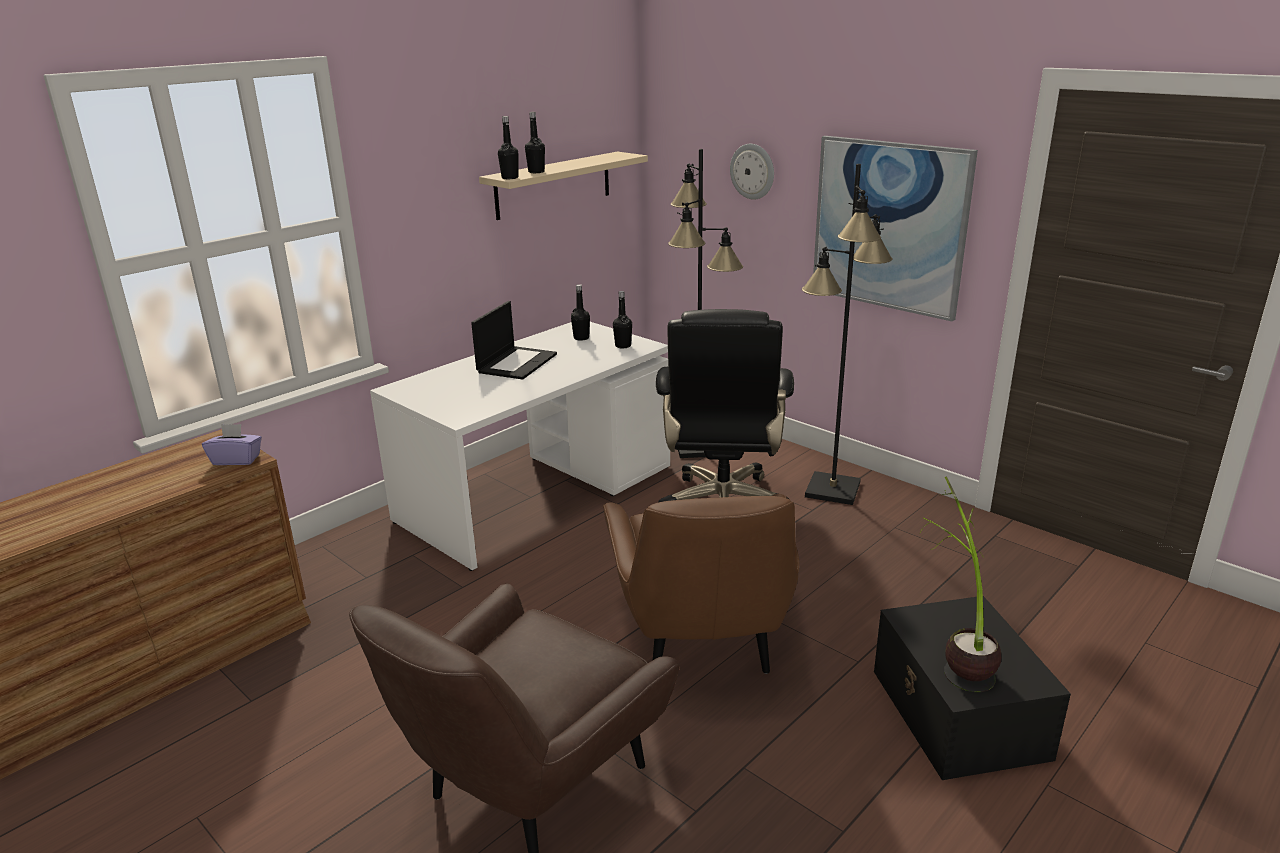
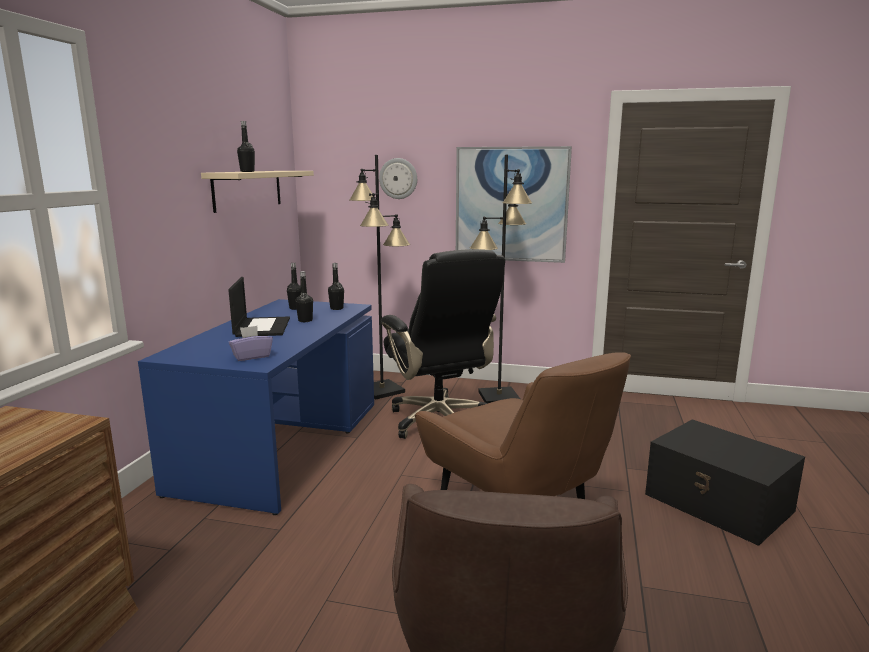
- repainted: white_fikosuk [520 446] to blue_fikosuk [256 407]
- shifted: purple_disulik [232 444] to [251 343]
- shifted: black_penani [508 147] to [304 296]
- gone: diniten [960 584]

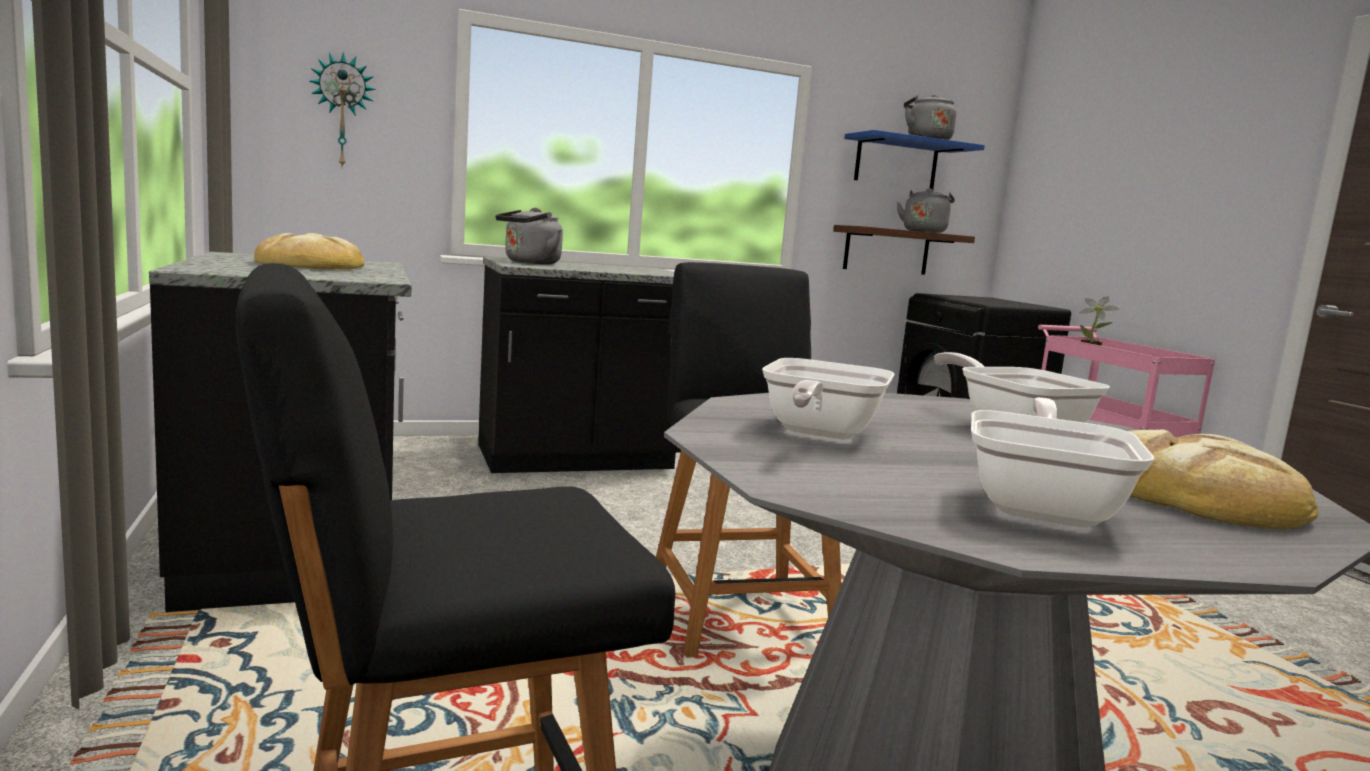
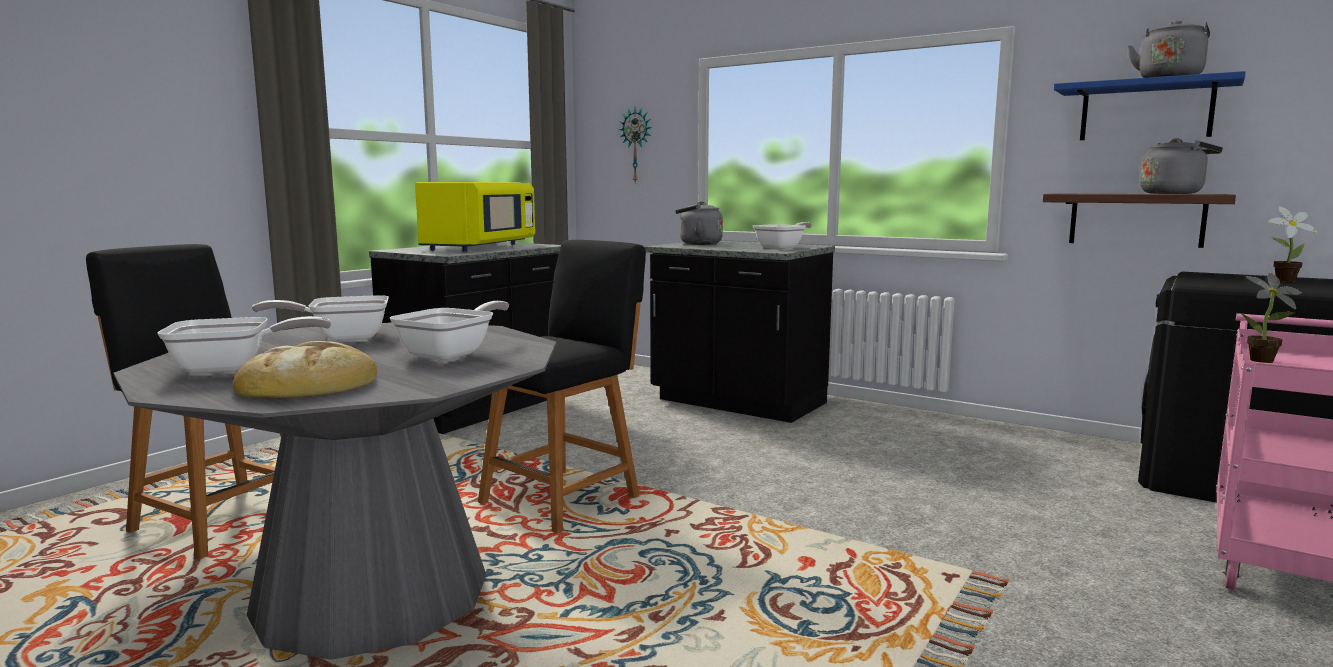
- swapped: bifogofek [309 251] to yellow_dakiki [475 217]
- new: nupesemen [782 235]
- new: diniten [1292 244]

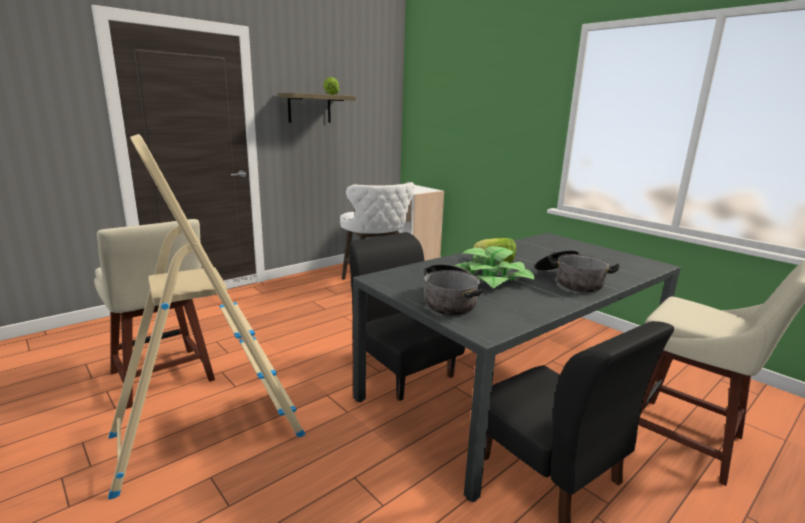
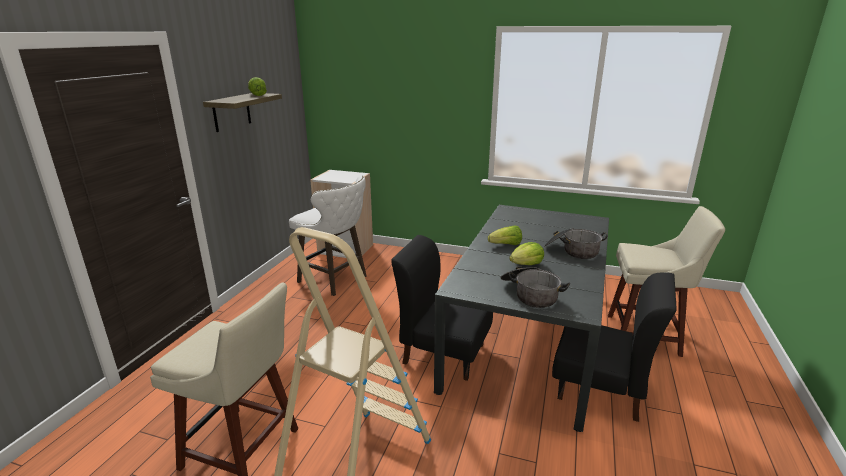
- swapped: diniten [495 267] to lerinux [526 253]

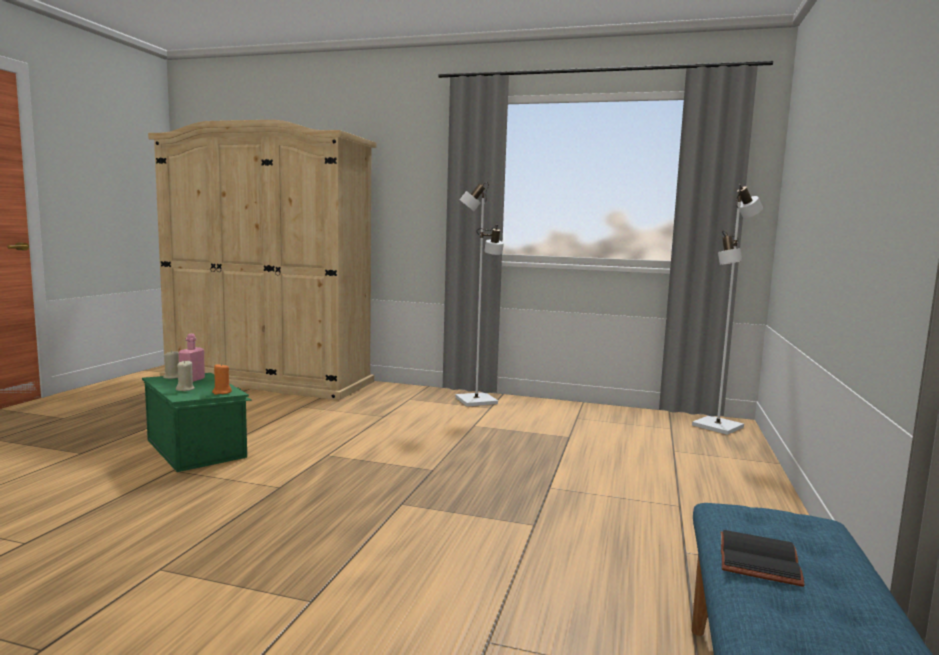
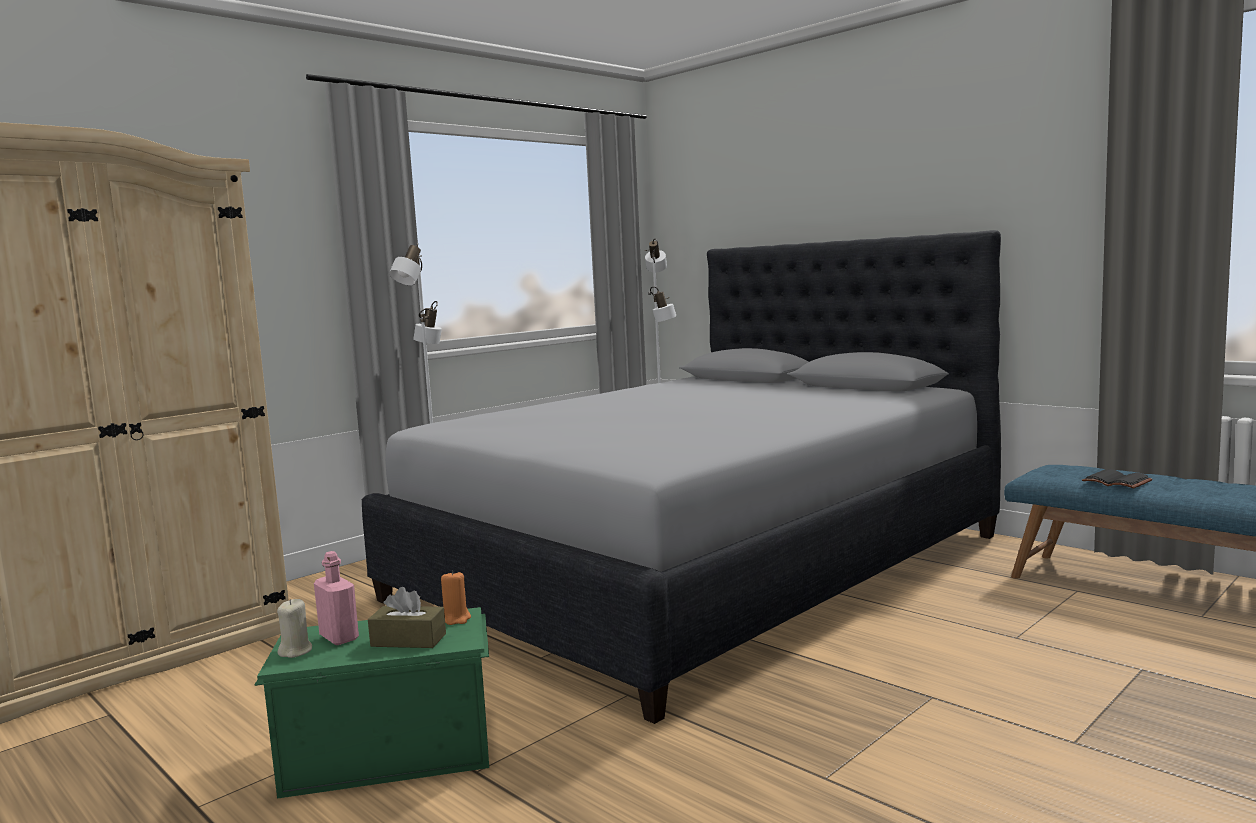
- new: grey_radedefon [681 477]
- swapped: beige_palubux [185 375] to brown_disulik [407 617]

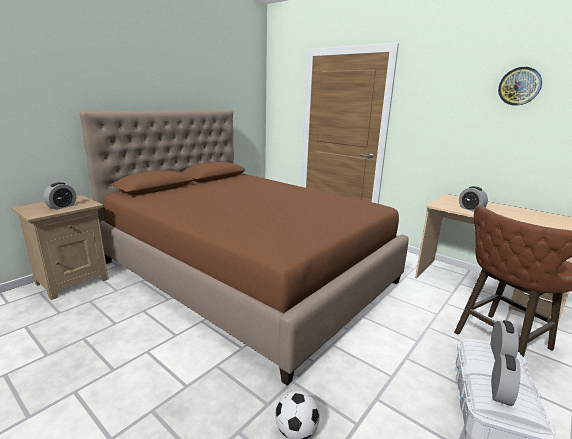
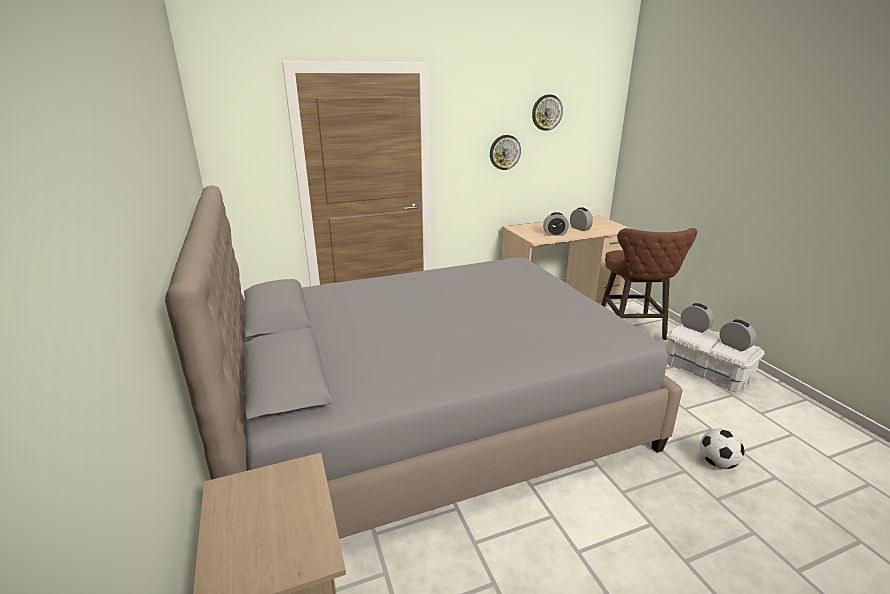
- repainted: brown_radedefon [244 248] to grey_radedefon [424 362]
- new: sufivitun [505 152]
- shifted: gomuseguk [60 196] to [581 219]

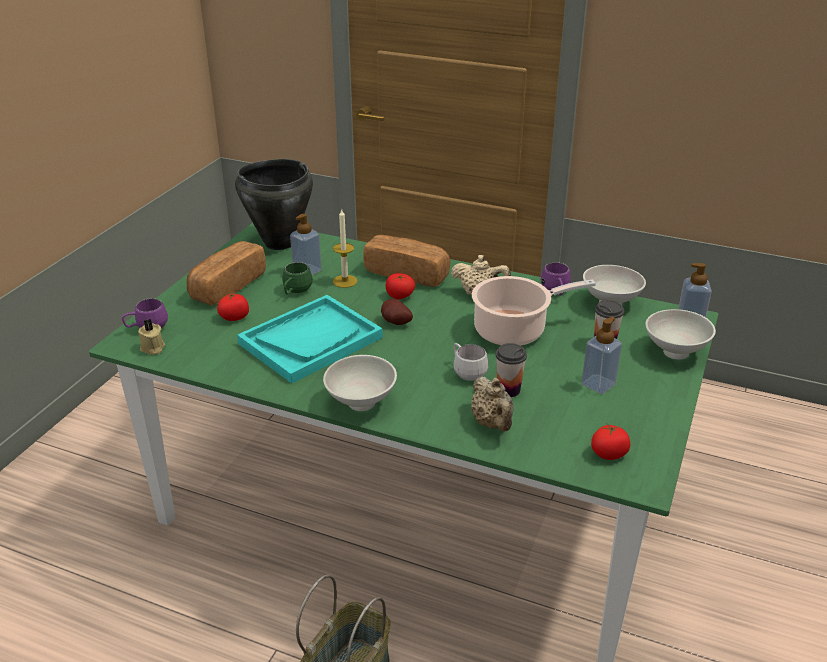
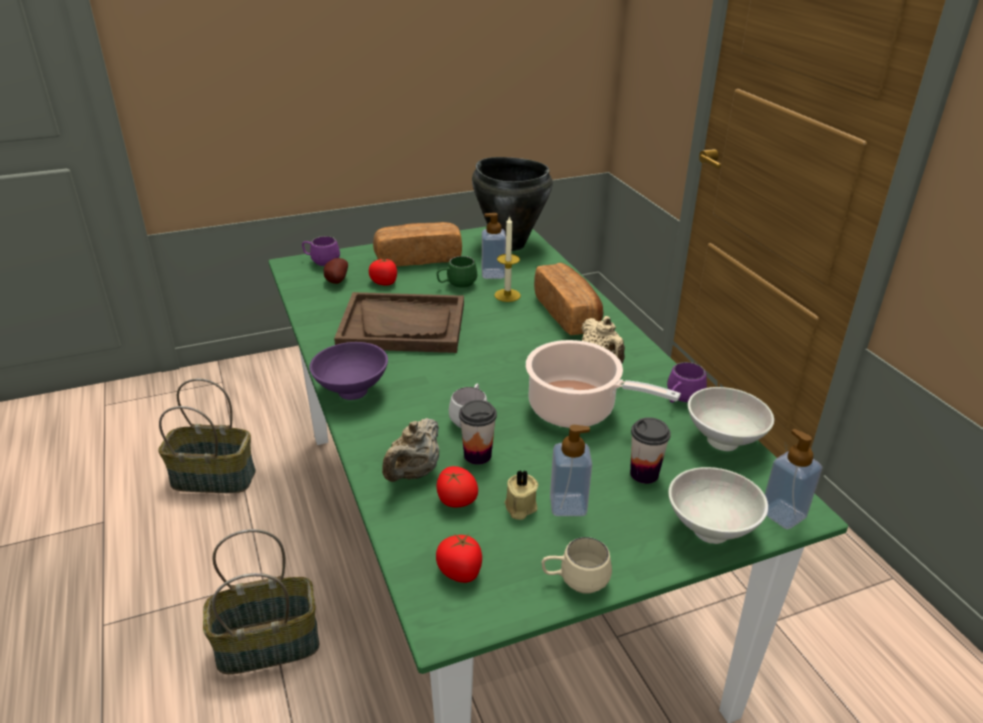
- new: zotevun [207 435]
- repainted: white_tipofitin [360 383] to purple_tipofitin [348 371]
- shifted: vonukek [397 312] to [335 271]
- repainted: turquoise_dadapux [310 339] to brown_dadapux [399 322]
- shifted: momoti [400 286] to [457 486]
- shifted: beige_palubux [151 337] to [521 495]
- new: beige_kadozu [577 565]

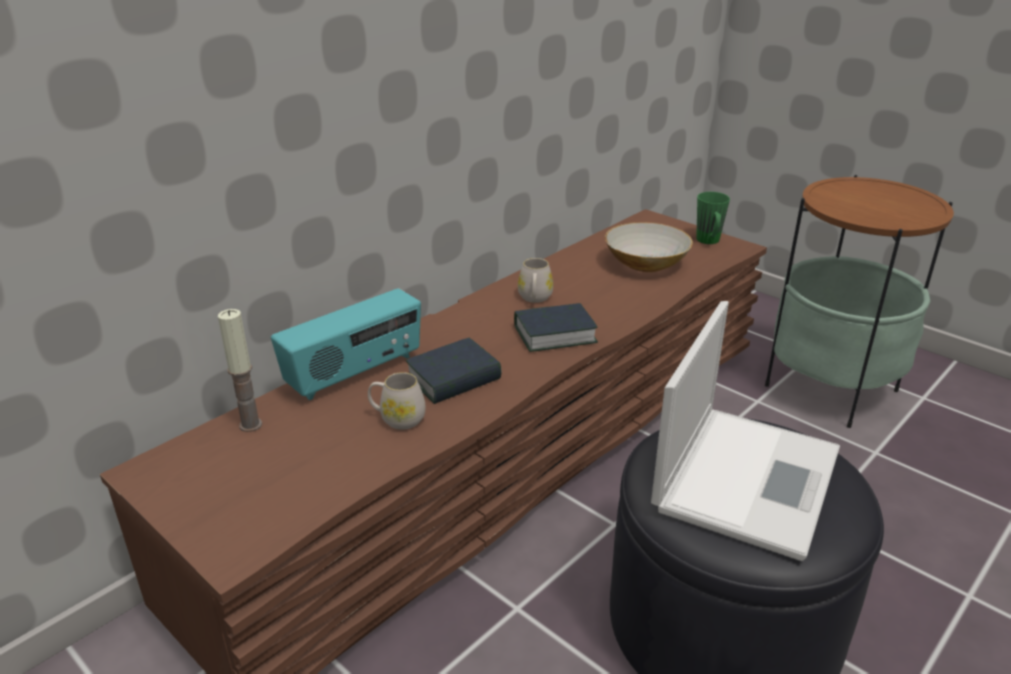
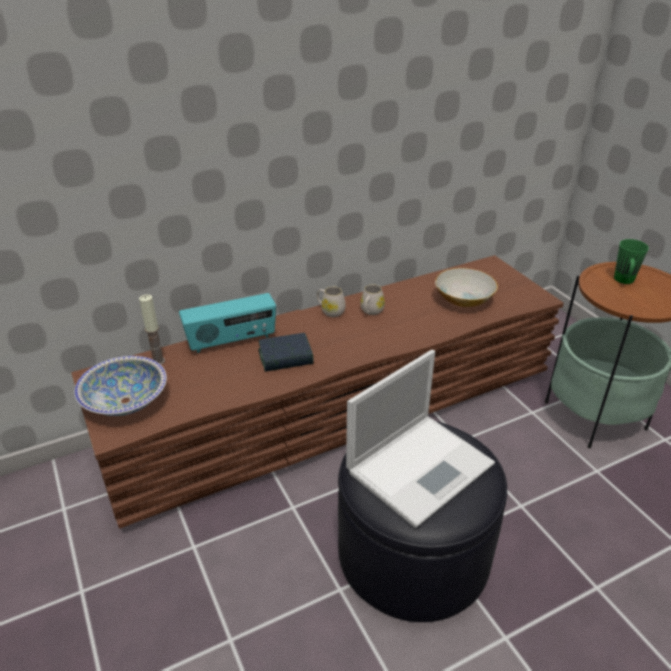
- new: tipofitin [120 386]
- shifted: white_kadozu [397 401] to [331 302]
- shifted: green_kadozu [713 218] to [631 261]
- gone: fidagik [556 327]

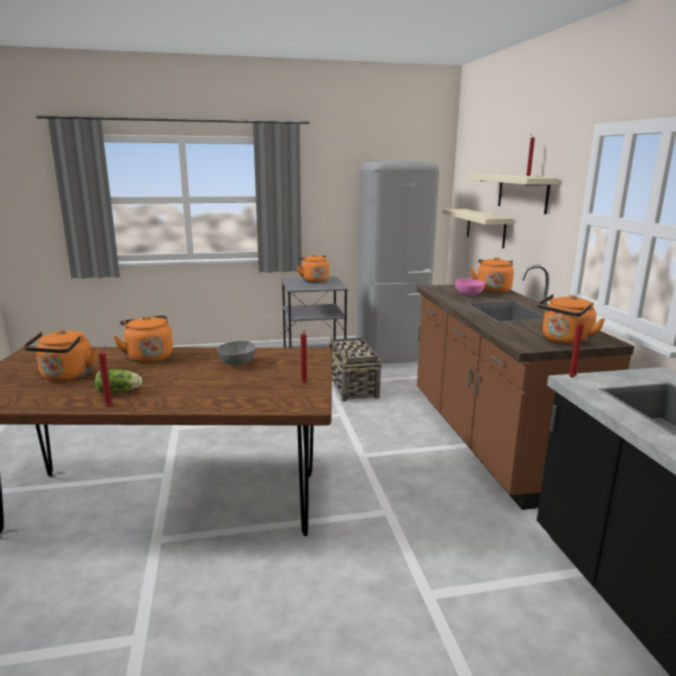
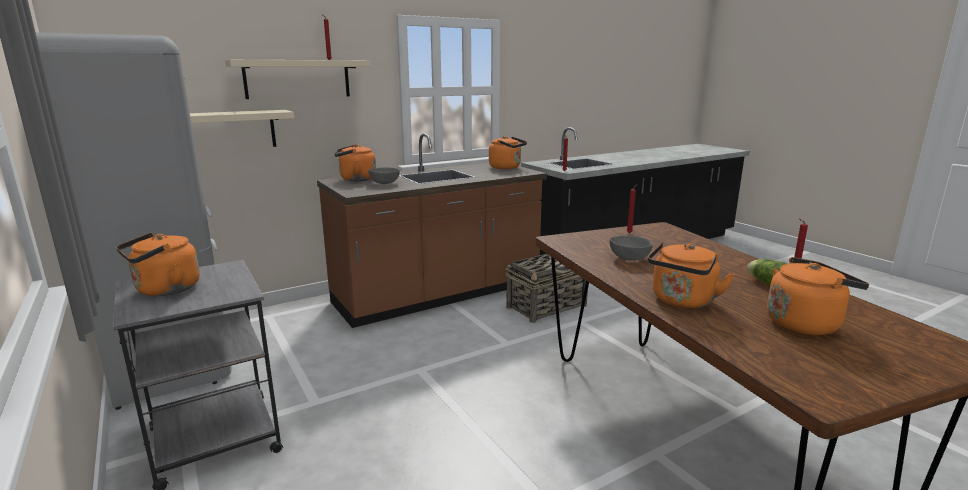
- repainted: pink_tipofitin [470 287] to grey_tipofitin [384 175]
- shifted: zotevun [354 369] to [547 288]

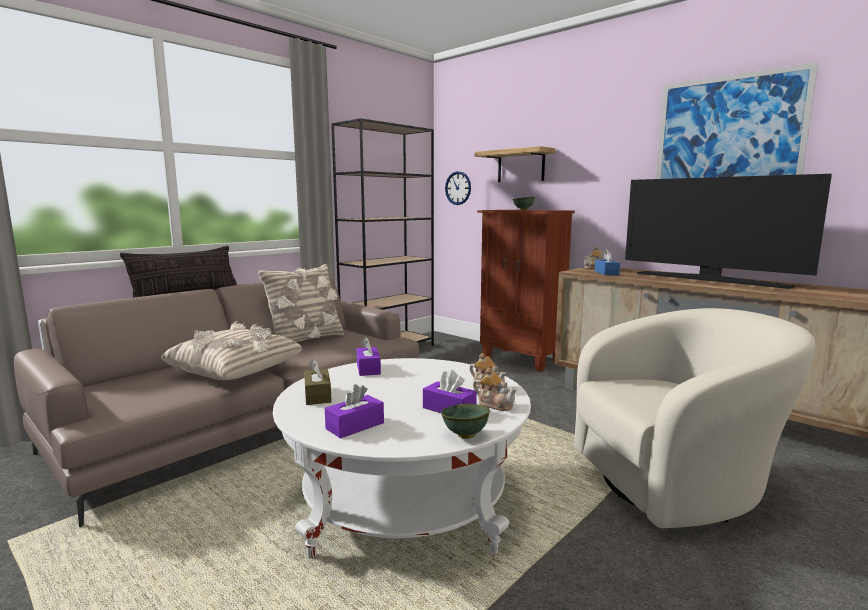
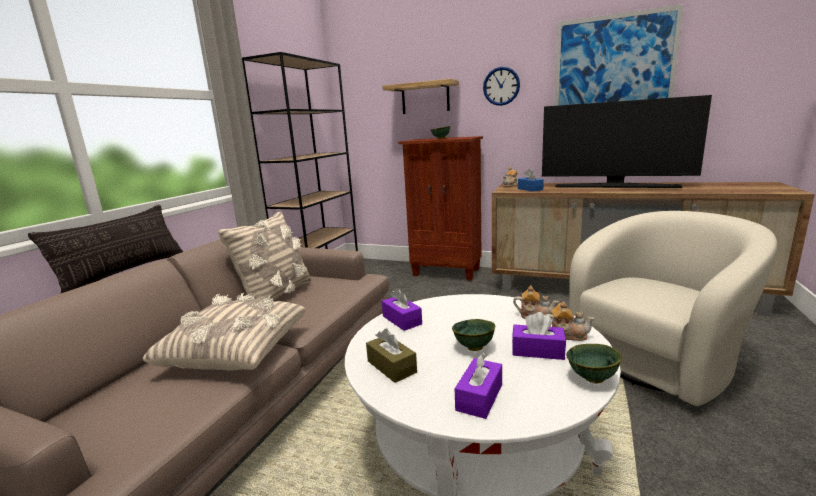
- new: green_tipofitin [473 335]
- shifted: sufivitun [458 188] to [501 86]

